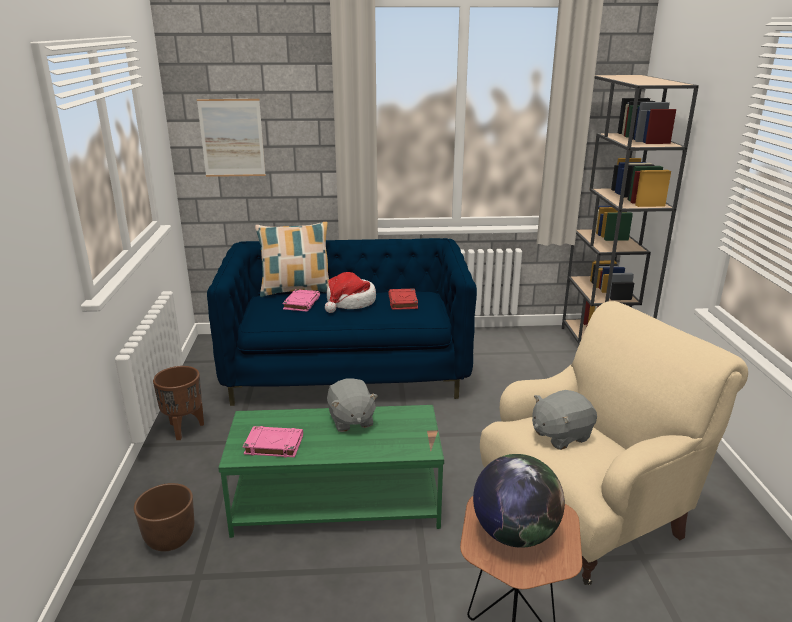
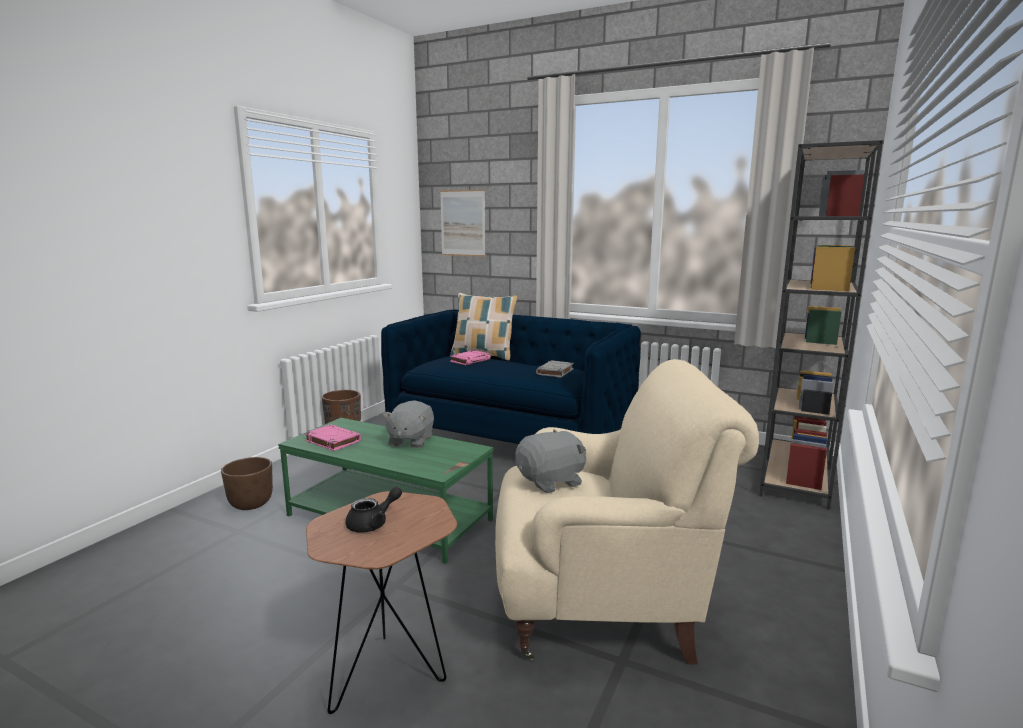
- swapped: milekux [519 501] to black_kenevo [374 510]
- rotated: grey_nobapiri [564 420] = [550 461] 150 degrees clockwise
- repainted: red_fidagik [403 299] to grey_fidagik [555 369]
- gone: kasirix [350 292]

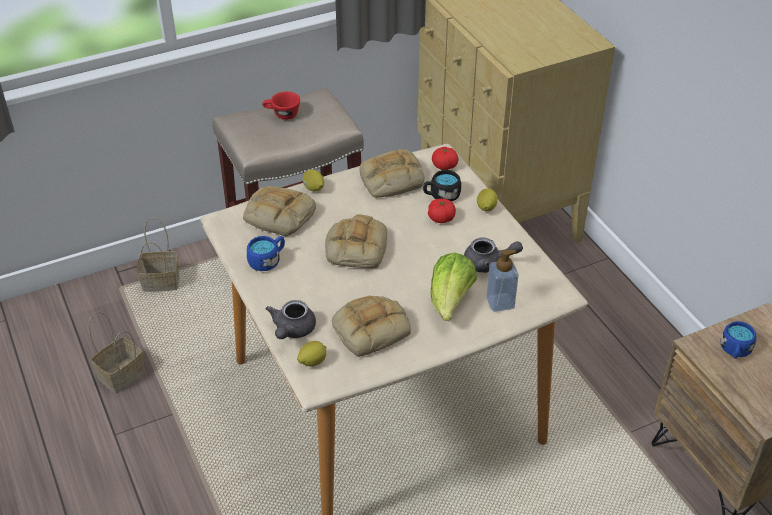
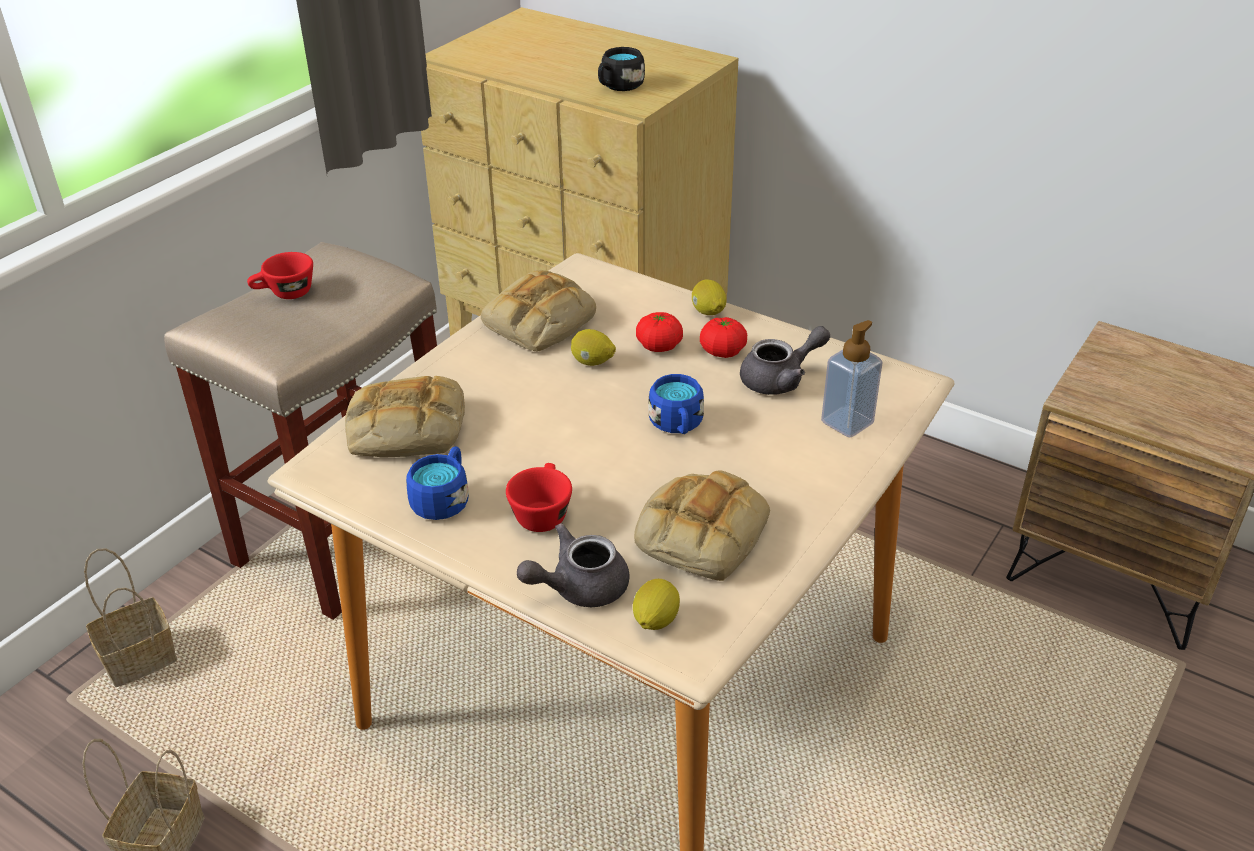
- new: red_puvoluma [539 497]
- rotated: grey_kenevo [291 319] = [573 565] 75 degrees clockwise
- shifted: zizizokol [313 180] to [593 347]
- shifted: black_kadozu [442 185] to [621 69]
- shifted: blue_kadozu [739 340] to [676 404]
- shifted: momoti [445 158] to [723 337]
- gone: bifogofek [356 241]
- gone: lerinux [453 286]

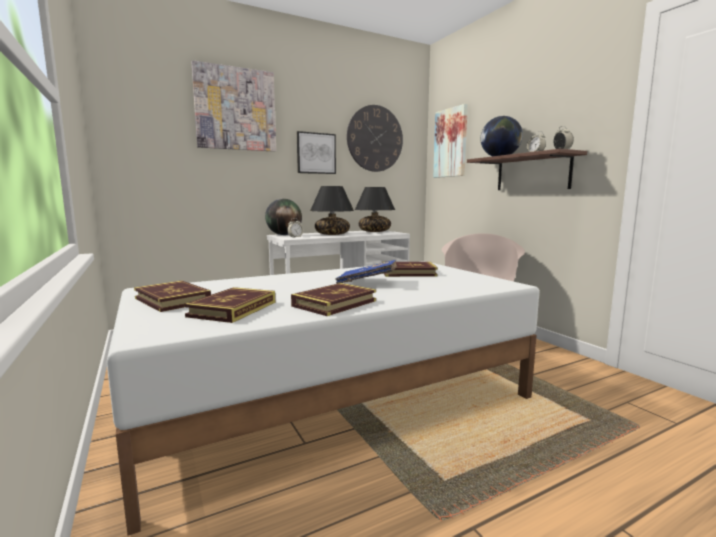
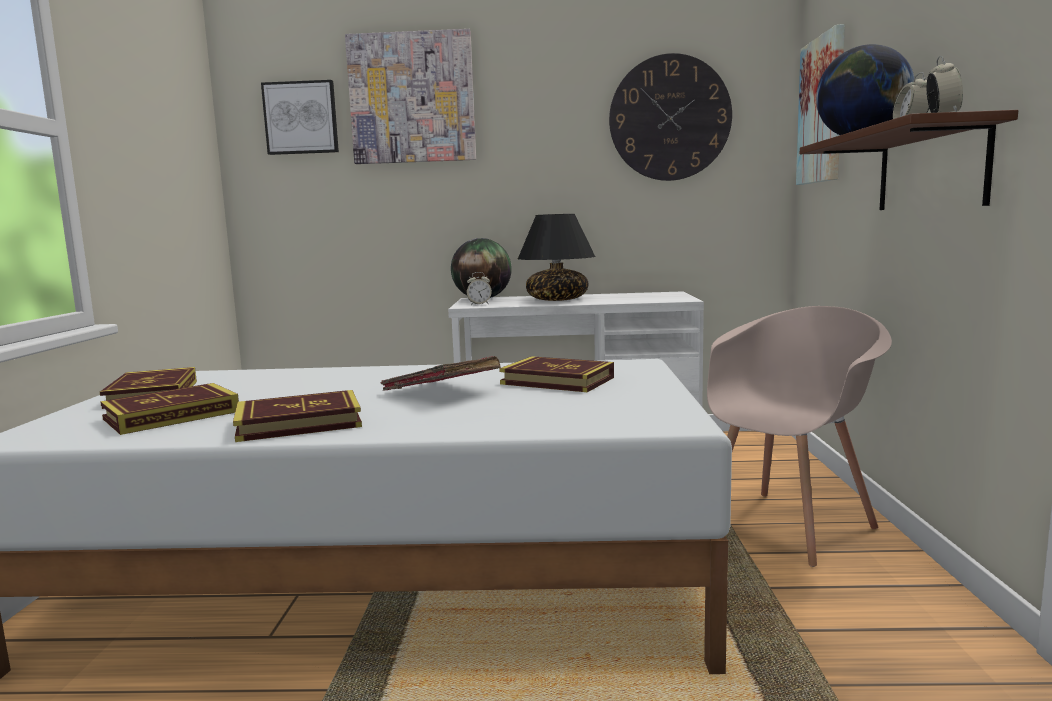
- shifted: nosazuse [316 152] to [300 117]
- repainted: blue_fidagik [366 272] to red_fidagik [440 373]
- gone: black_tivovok [375 209]

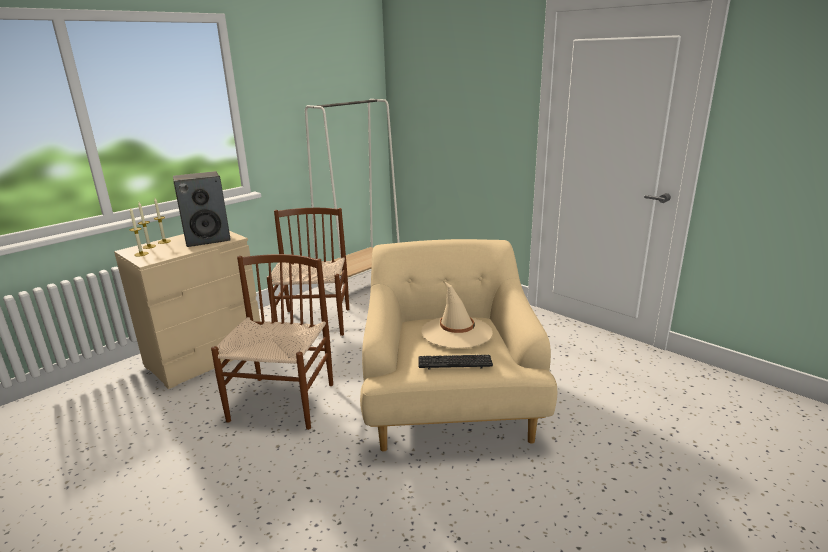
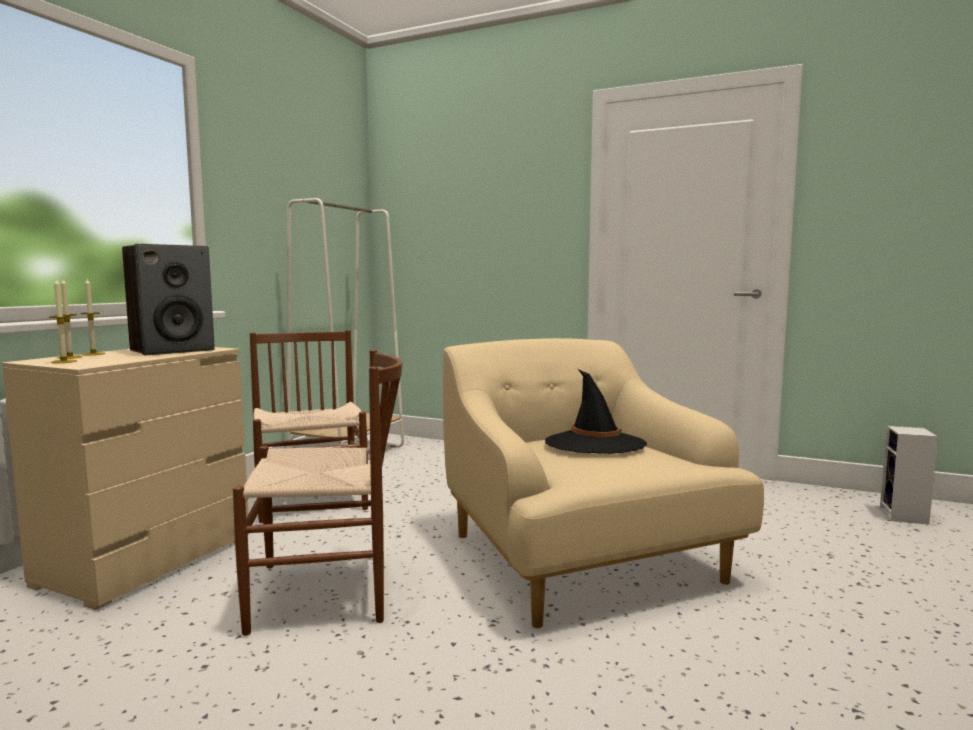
- rotated: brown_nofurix [272 342] = [317 493] 90 degrees clockwise
- repainted: beige_kasirix [457 315] to black_kasirix [596 411]
- new: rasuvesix [909 475]
- gone: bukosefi [455 362]

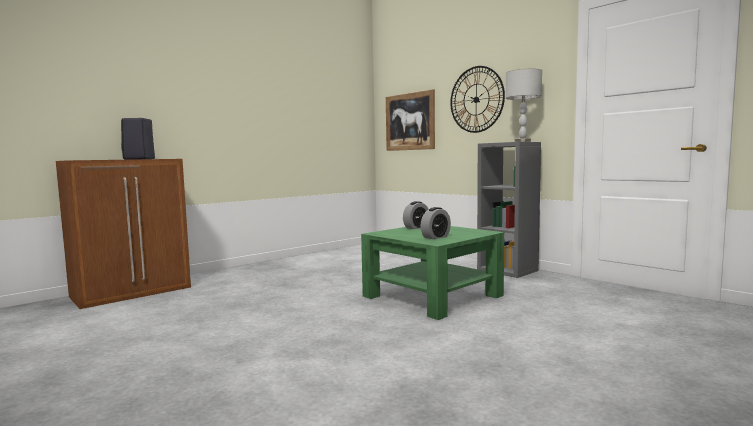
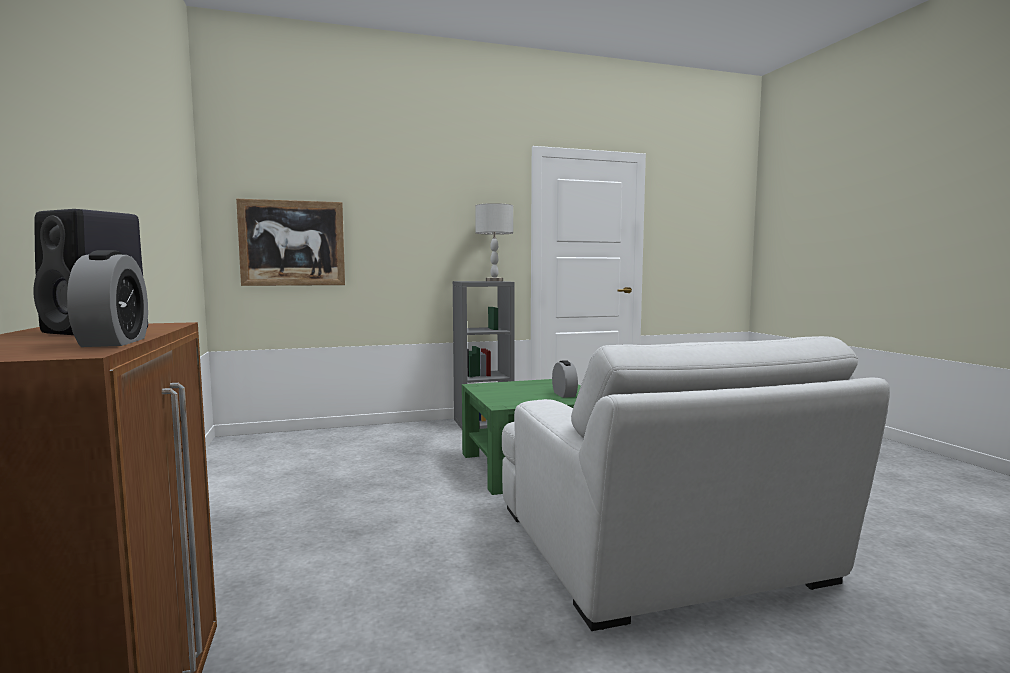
- shifted: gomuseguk [415 215] to [107 298]
- new: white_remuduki [696 483]
- gone: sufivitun [477 99]

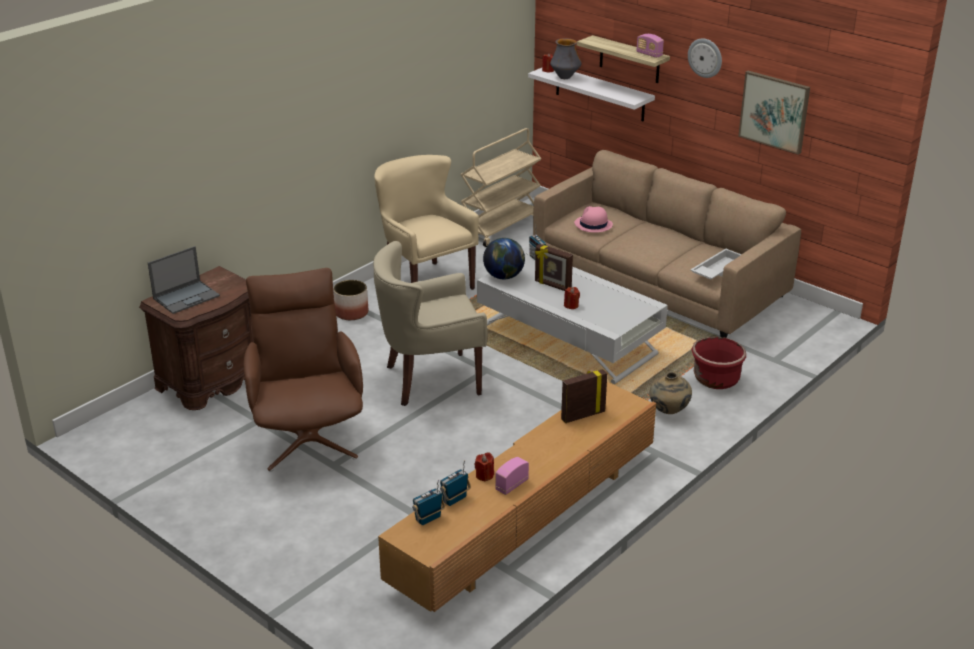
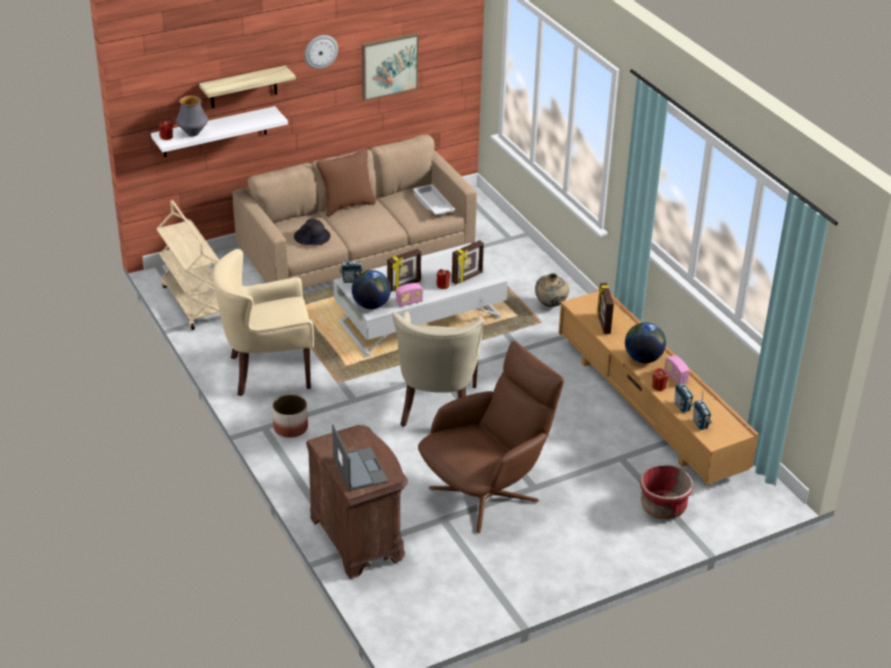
- repainted: pink_kasirix [593 219] to black_kasirix [312 232]
- new: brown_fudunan [346 183]
- shifted: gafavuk [650 46] to [409 295]
- rotated: brown_remuduki [303 370] = [491 437] 135 degrees clockwise
- new: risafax [468 262]
- new: milekux [645 342]
- shifted: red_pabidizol [719 363] to [666 492]

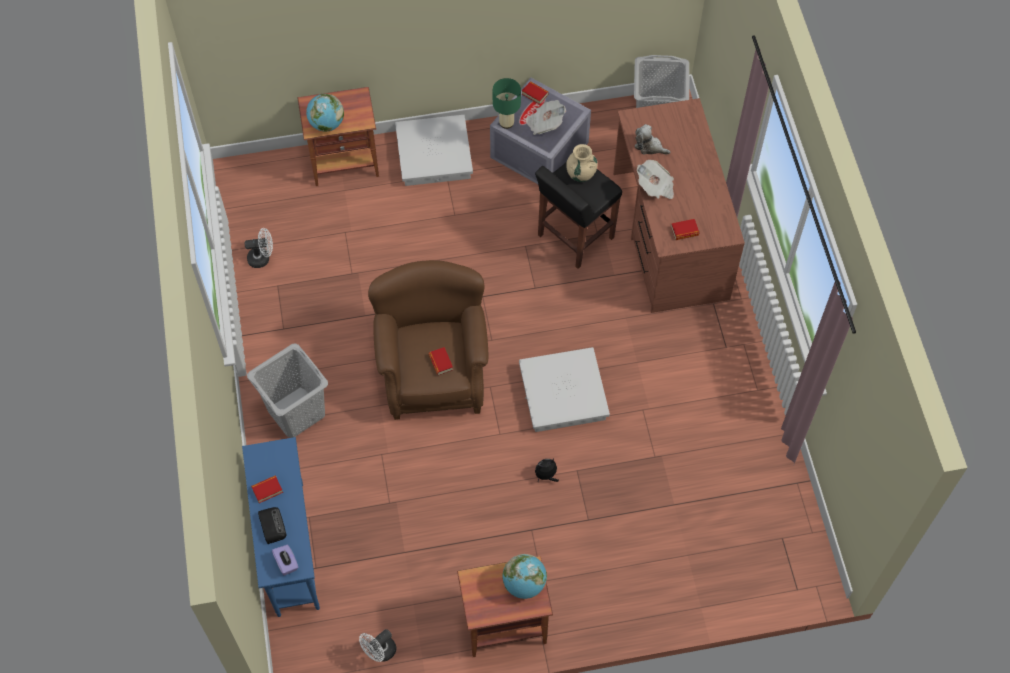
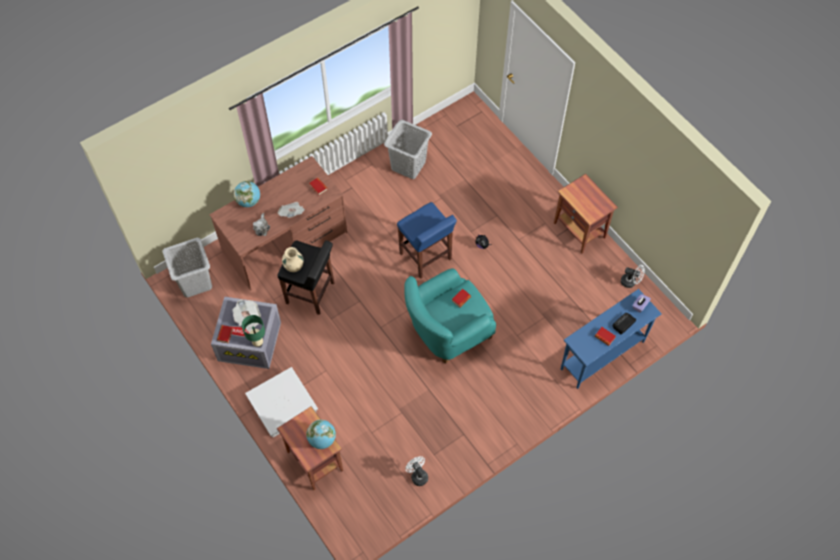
- shifted: milekux [524 576] to [247 194]
- shifted: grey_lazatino [287 390] to [408 149]
- swapped: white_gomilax [564 389] to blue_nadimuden [427 240]
- repainted: brown_remuduki [428 340] to turquoise_remuduki [450 316]

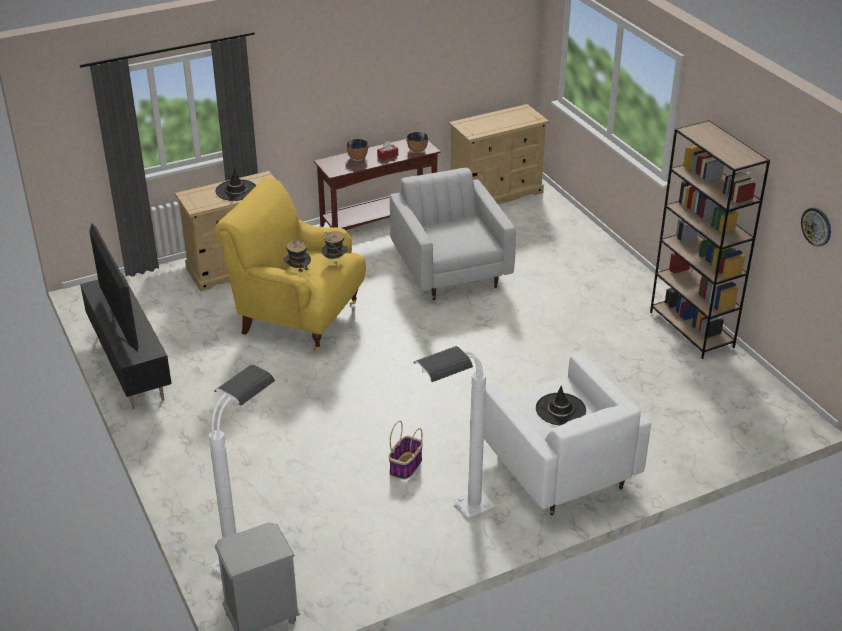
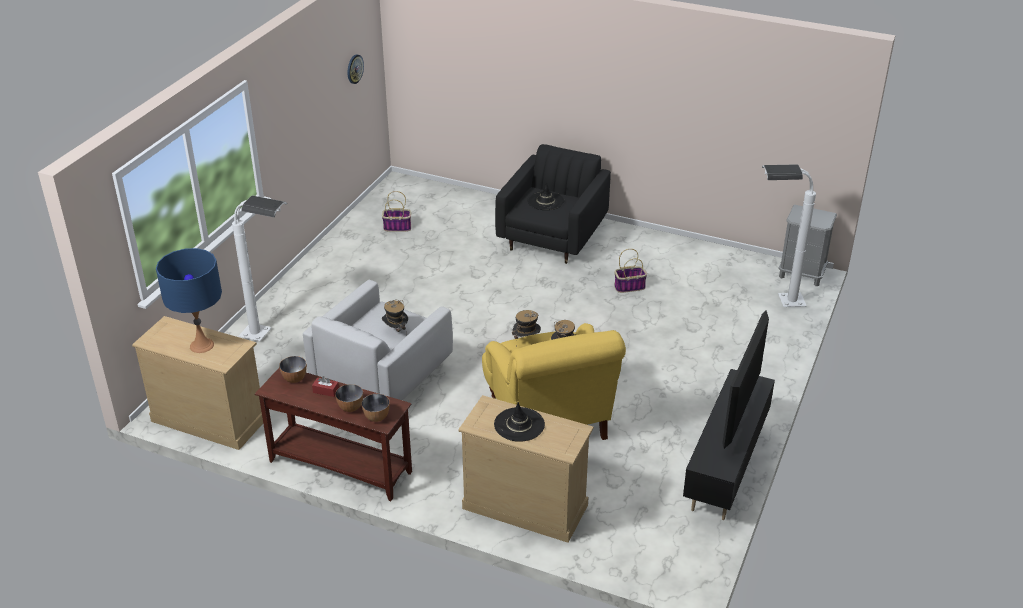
- new: blue_tivovok [189 300]
- shifted: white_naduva [455 432] to [259 268]
- new: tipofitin [375 408]
- new: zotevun [396 211]
- new: kasirix [395 316]
- repainted: white_remuduki [567 434] to black_remuduki [553 204]
- gone: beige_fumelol [710 239]

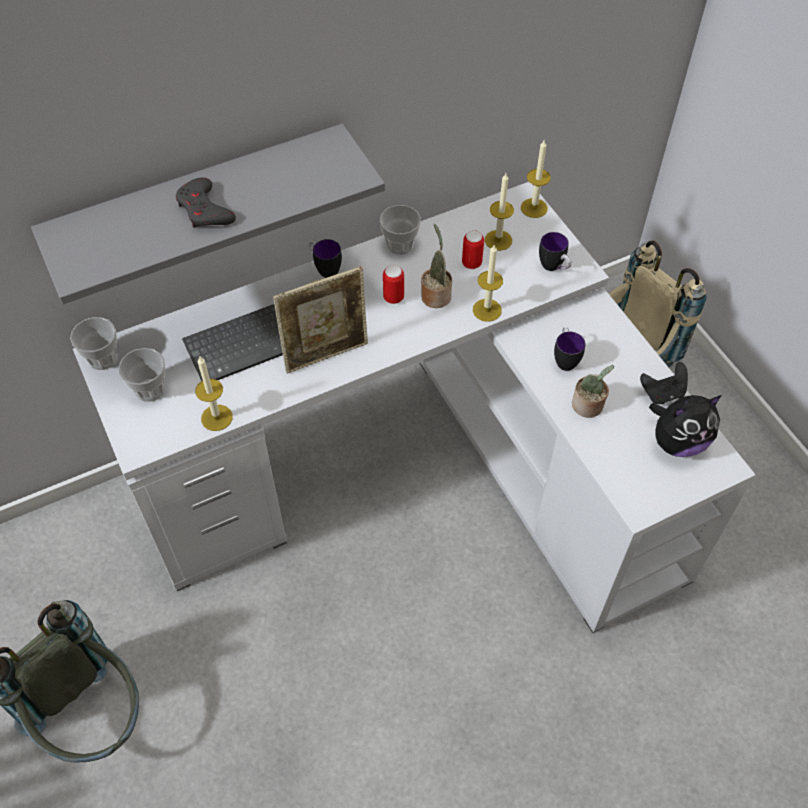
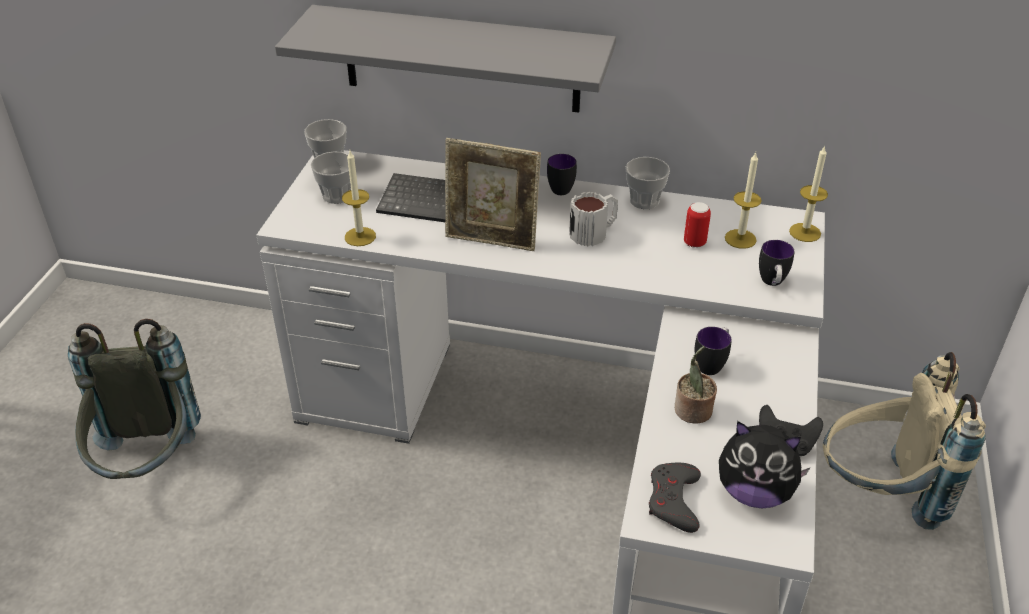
- swapped: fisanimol [393 284] to kadozu [593 219]
- shifted: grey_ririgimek [206 203] to [675 498]
- gone: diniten [436 266]
- gone: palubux [488 283]

